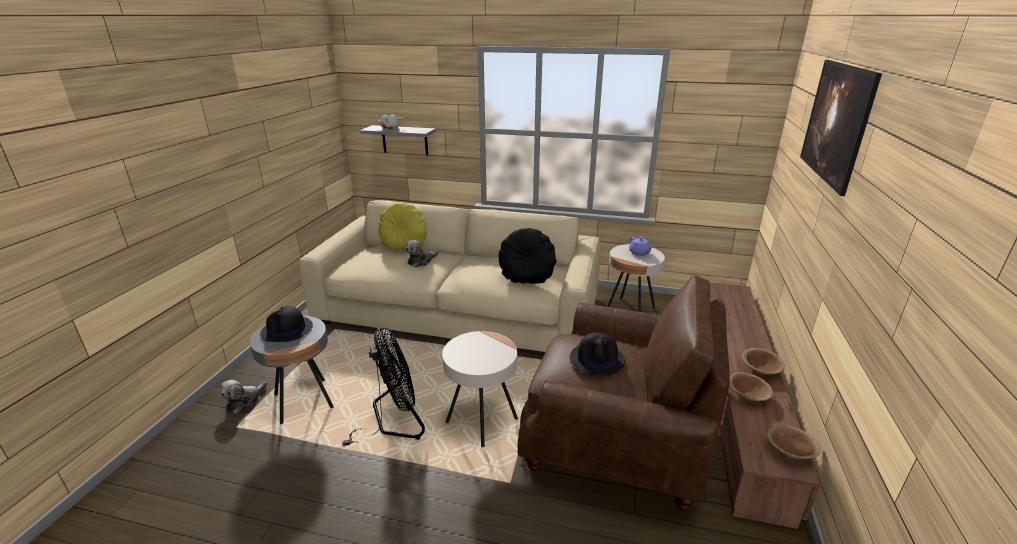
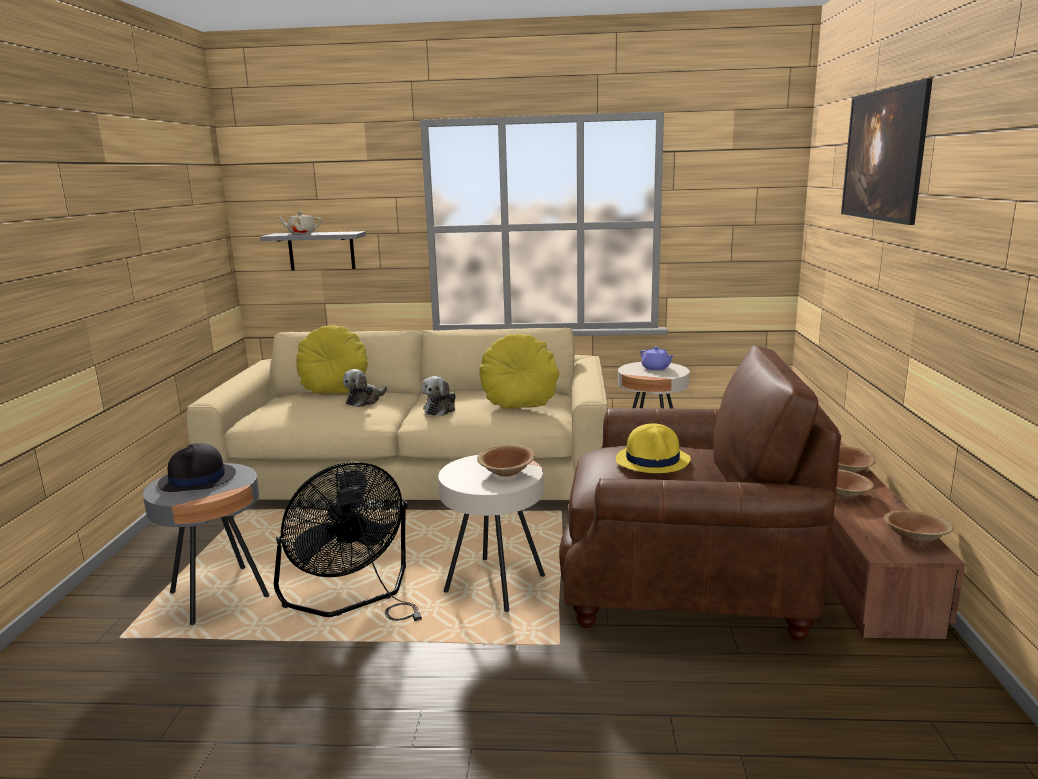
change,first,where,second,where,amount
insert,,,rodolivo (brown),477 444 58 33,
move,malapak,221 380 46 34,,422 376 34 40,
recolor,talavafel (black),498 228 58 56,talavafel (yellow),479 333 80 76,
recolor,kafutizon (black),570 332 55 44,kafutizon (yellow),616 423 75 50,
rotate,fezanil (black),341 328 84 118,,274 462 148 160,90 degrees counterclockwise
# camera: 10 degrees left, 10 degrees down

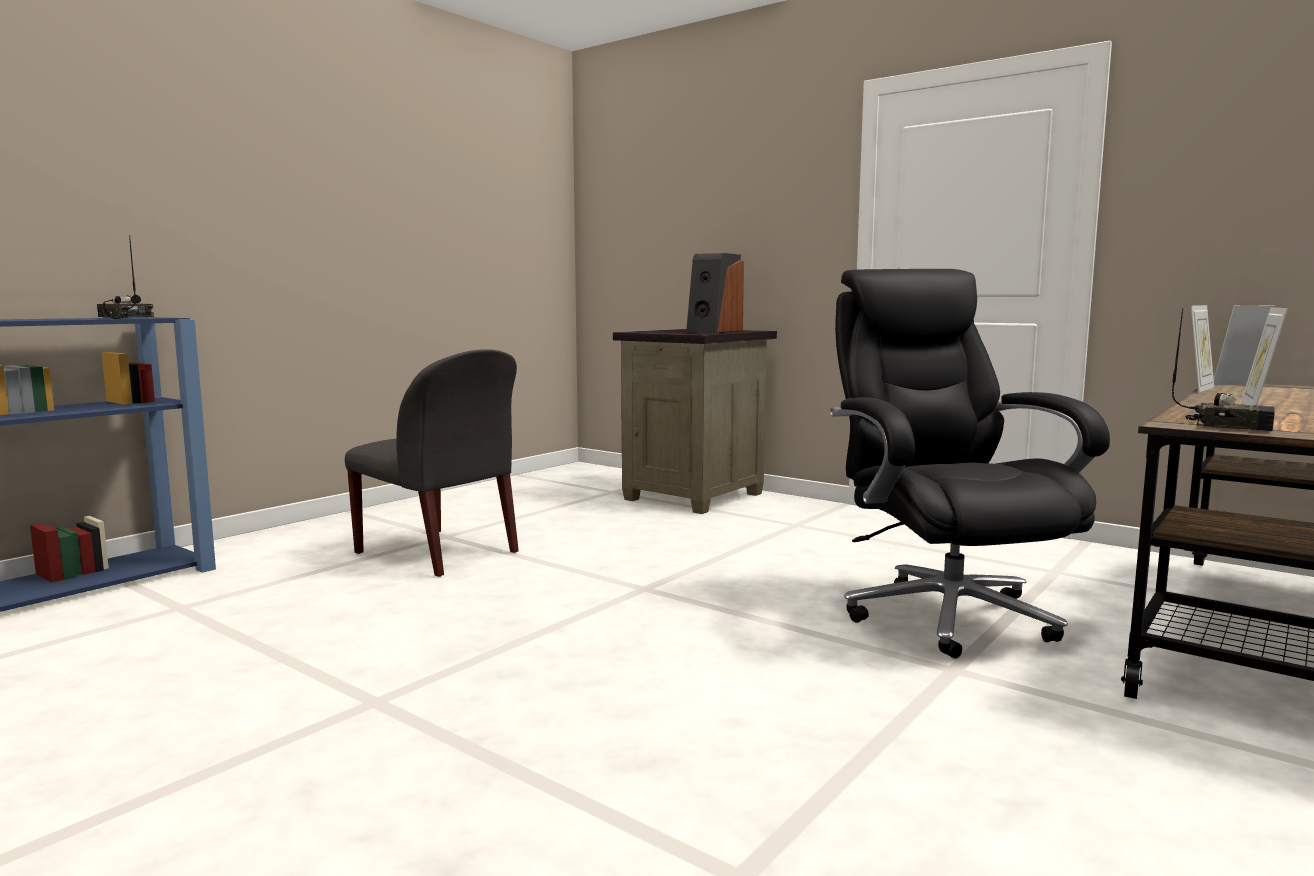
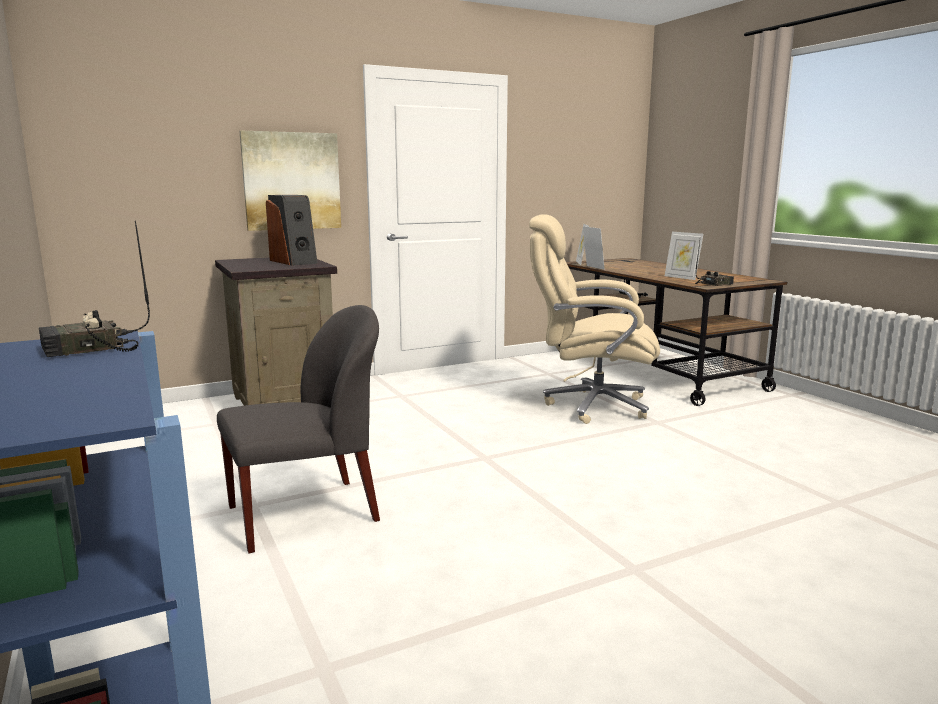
change,first,where,second,where,amount
insert,,,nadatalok,239 130 102 101,
recolor,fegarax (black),830 269 280 390,fegarax (beige),529 214 131 210,
# camera: 65 degrees left, 5 degrees up

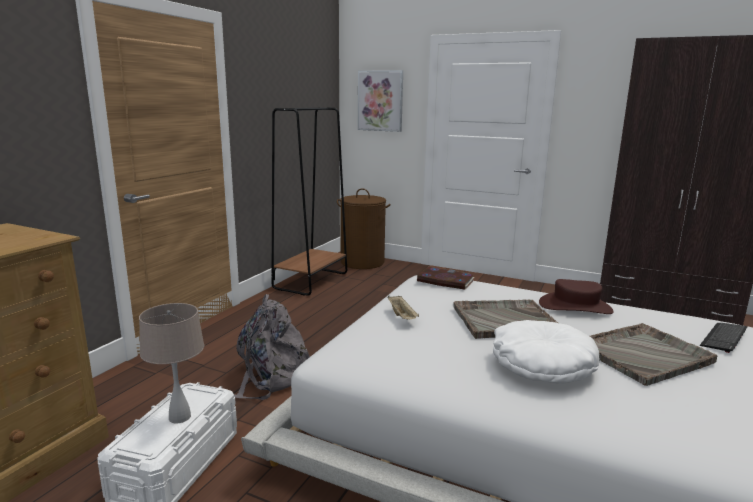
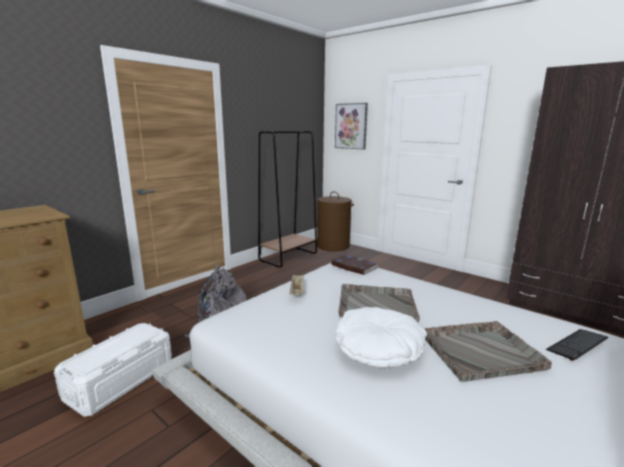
change,first,where,second,where,amount
delete,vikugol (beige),139 303 65 121,,,
delete,kafutizon (brown),539 279 75 35,,,
# camera: 15 degrees right, 0 degrees up

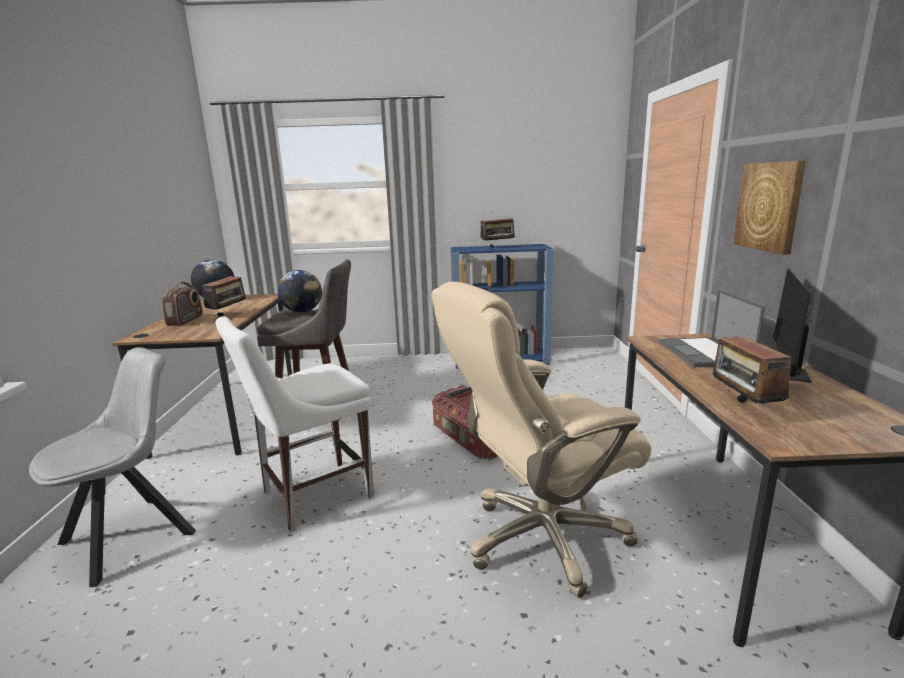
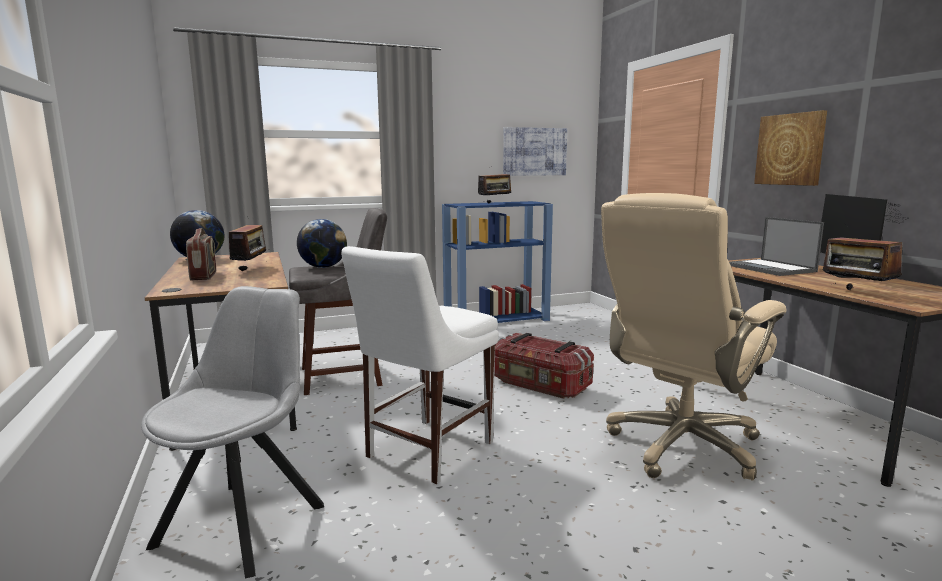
change,first,where,second,where,amount
insert,,,nadatalok,503 127 64 49,
# camera: 20 degrees left, 5 degrees down

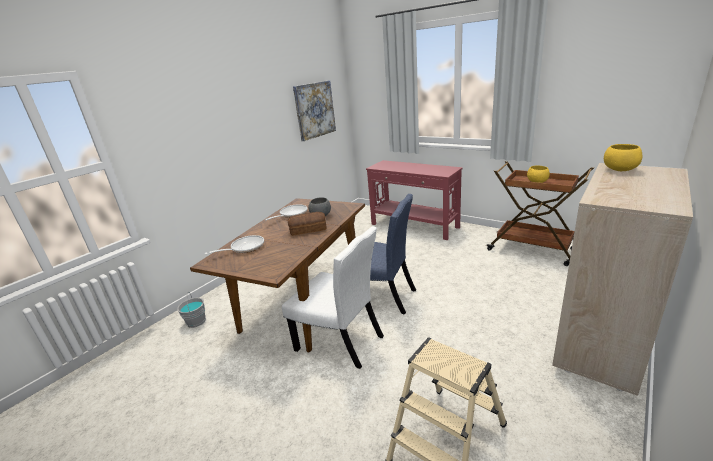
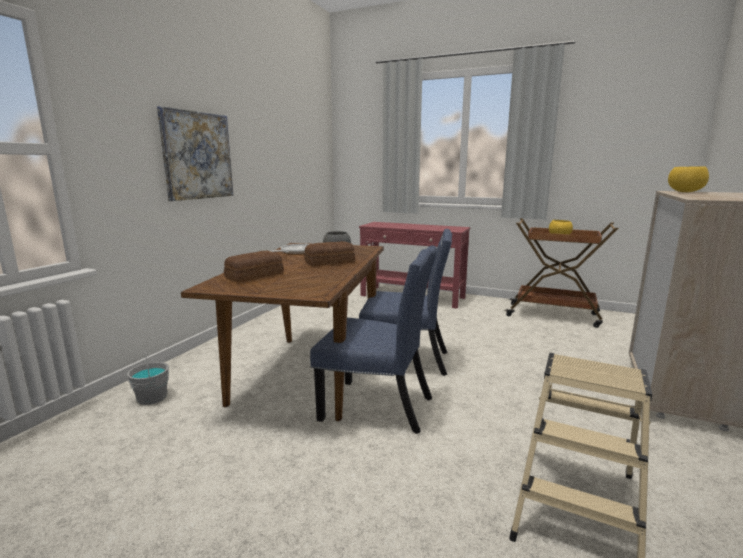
change,first,where,second,where,amount
move,nadatalok,293 80 43 61,,157 106 76 95,
replace,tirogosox,205 235 59 20,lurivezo,224 251 60 31,
recolor,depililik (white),282 226 102 143,depililik (blue),310 245 127 189,
# camera: 15 degrees left, 10 degrees down

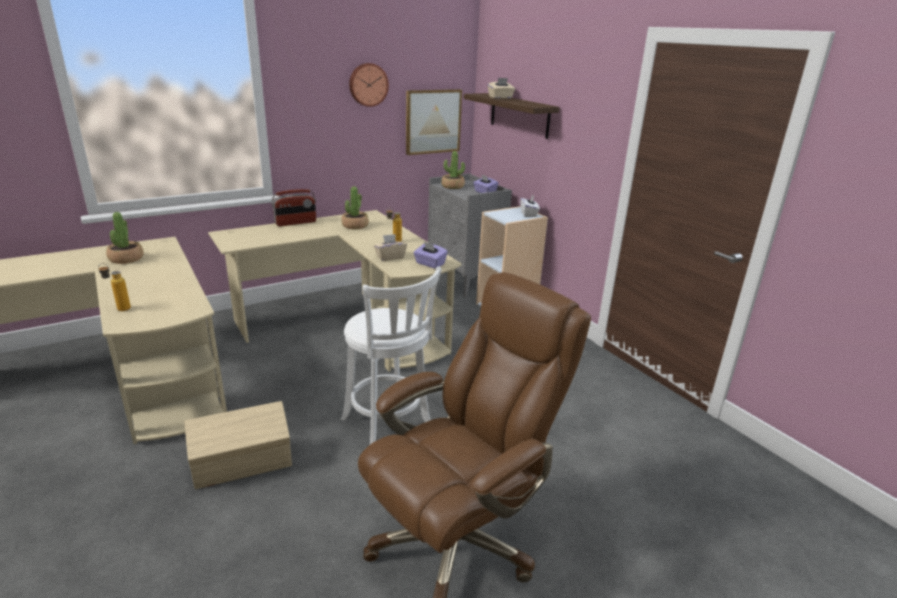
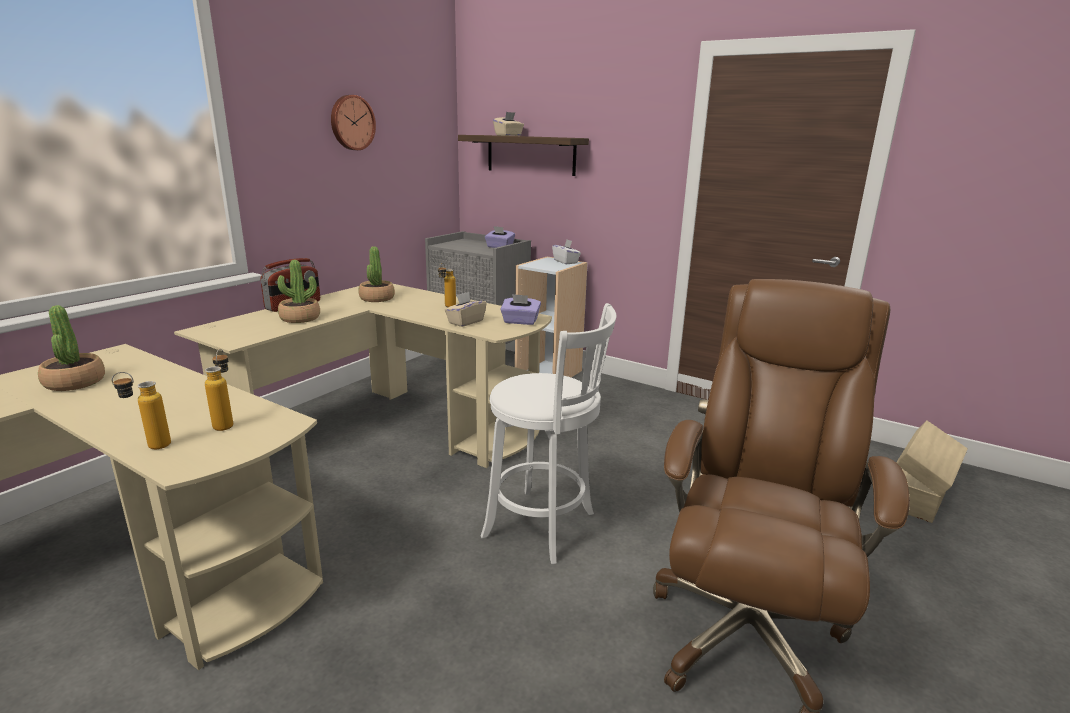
change,first,where,second,where,amount
delete,nadatalok,406 89 56 66,,,
insert,,,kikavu,205 349 28 82,
move,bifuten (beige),185 401 107 88,,896 421 72 102,
move,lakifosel,441 151 24 38,,277 260 43 63,
# camera: 25 degrees left, 5 degrees down

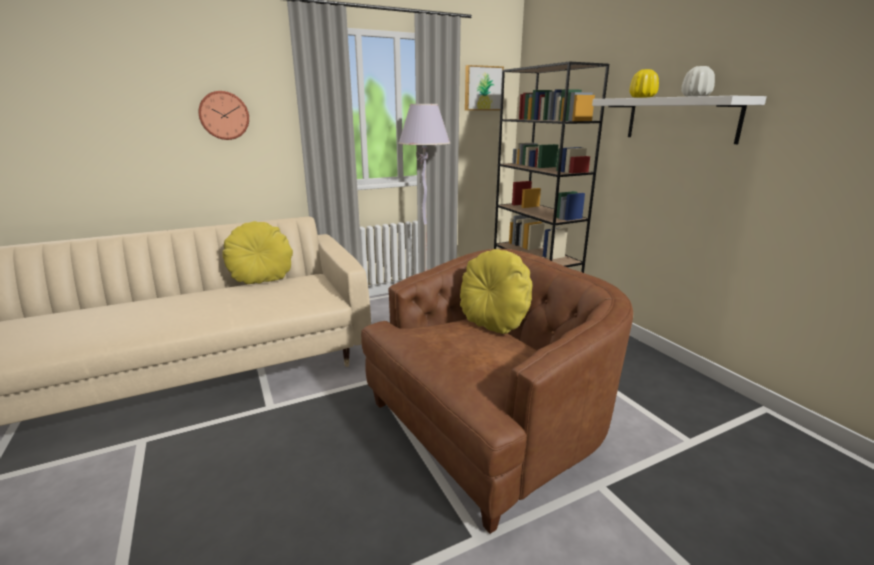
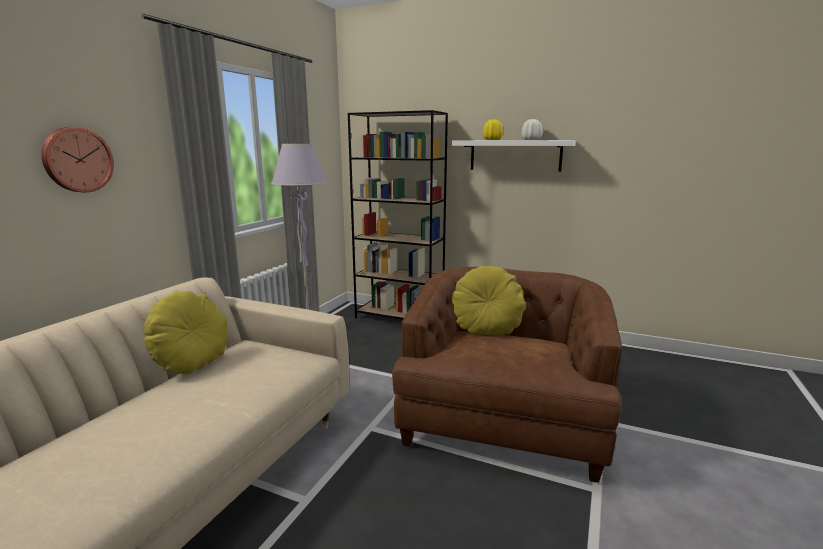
change,first,where,second,where,amount
delete,nadatalok,465 65 39 45,,,
# camera: 40 degrees left, 5 degrees down

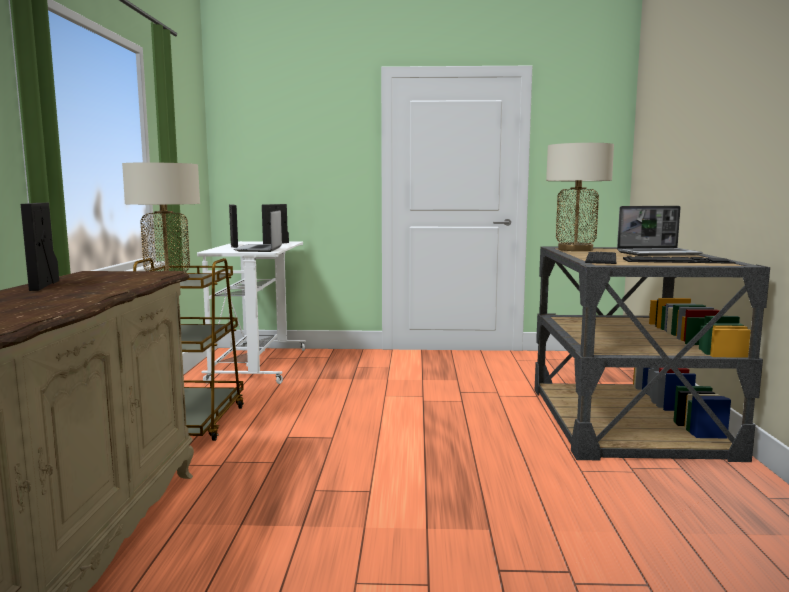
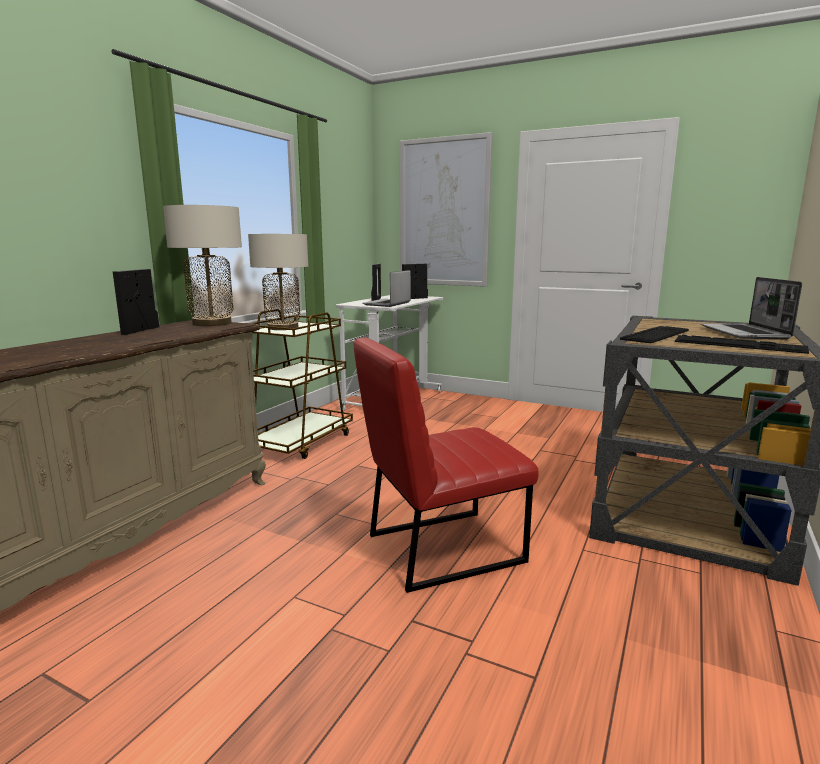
change,first,where,second,where,amount
insert,,,depililik (red),354 337 185 256,
insert,,,nadatalok,400 132 93 155,
move,vikugol,546 143 68 108,,163 205 79 121,
rotate,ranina,617 206 86 50,,701 277 101 62,75 degrees clockwise
# camera: 25 degrees right, 5 degrees up

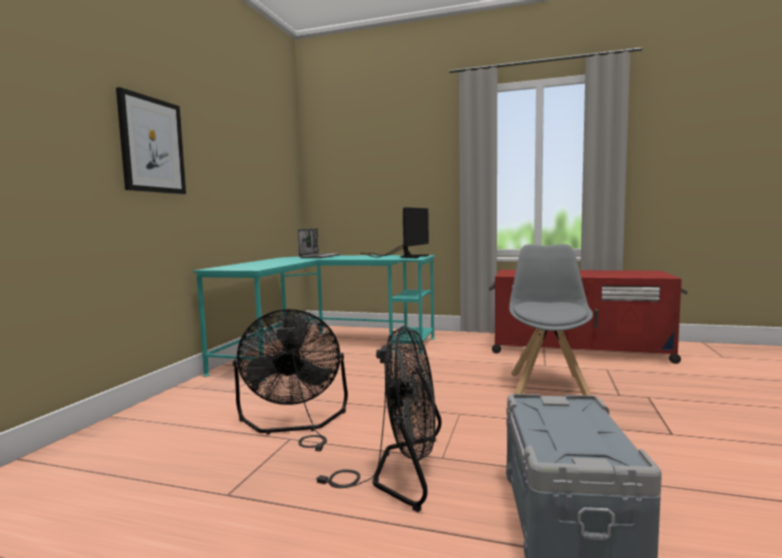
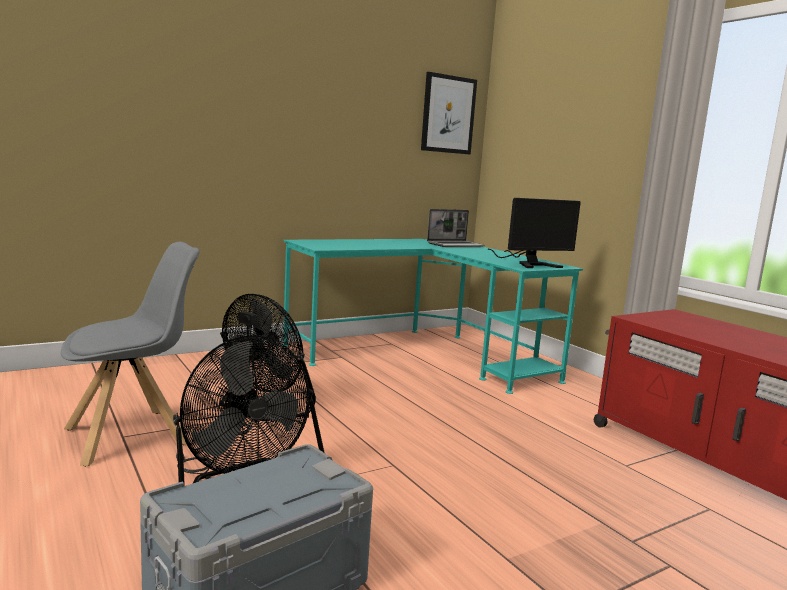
change,first,where,second,where,amount
move,nadatalok,116 87 70 107,,421 72 56 82,
move,depililik (grey),509 244 84 151,,61 242 139 224,
# camera: 40 degrees right, 5 degrees up

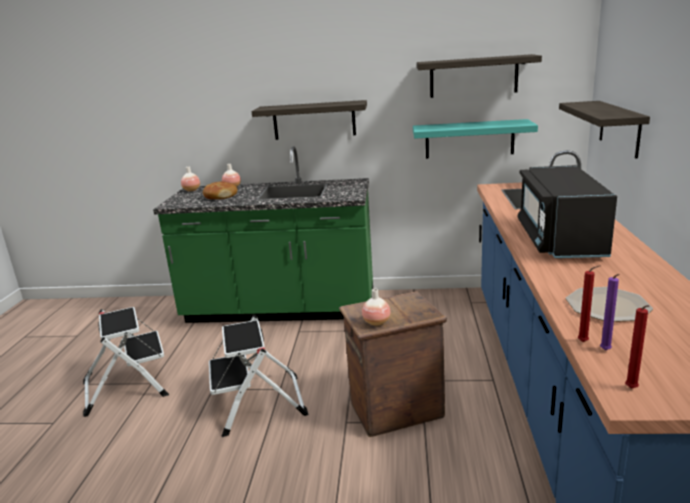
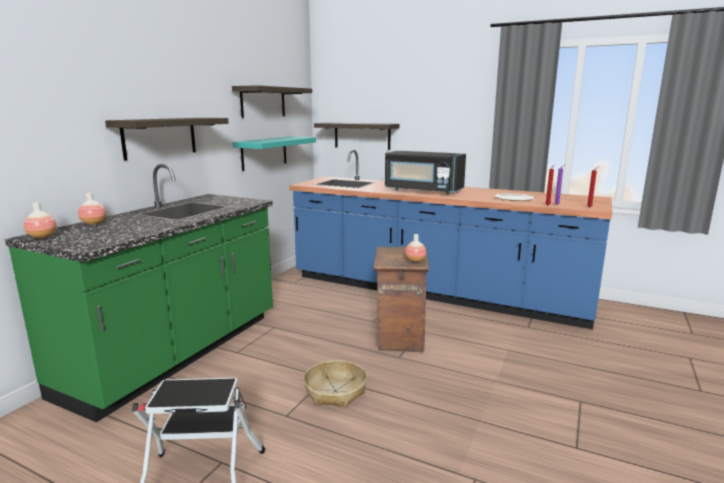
change,first,where,second,where,amount
delete,lurivezo,203 181 34 18,,,
replace,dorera,209 315 100 122,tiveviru,303 360 64 47,
# camera: 70 degrees left, 5 degrees down

